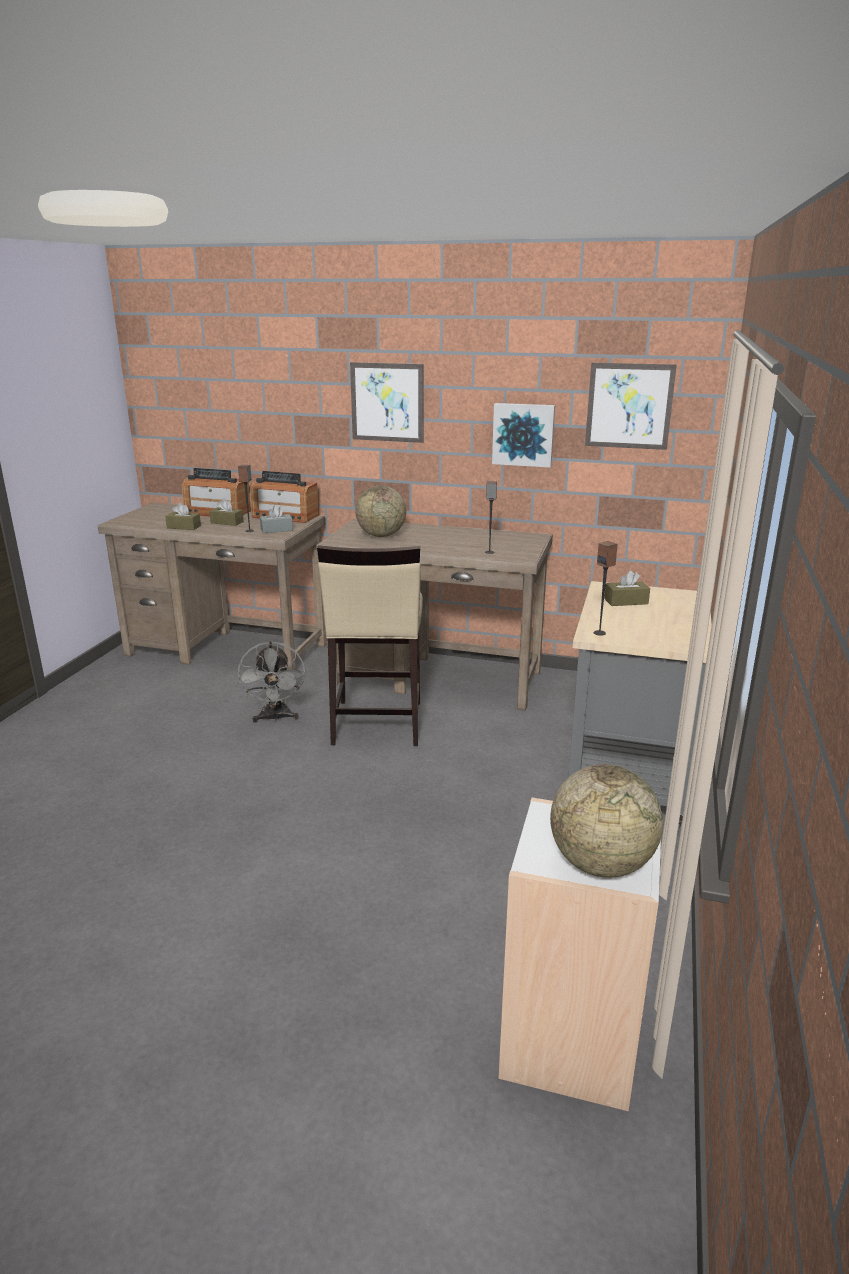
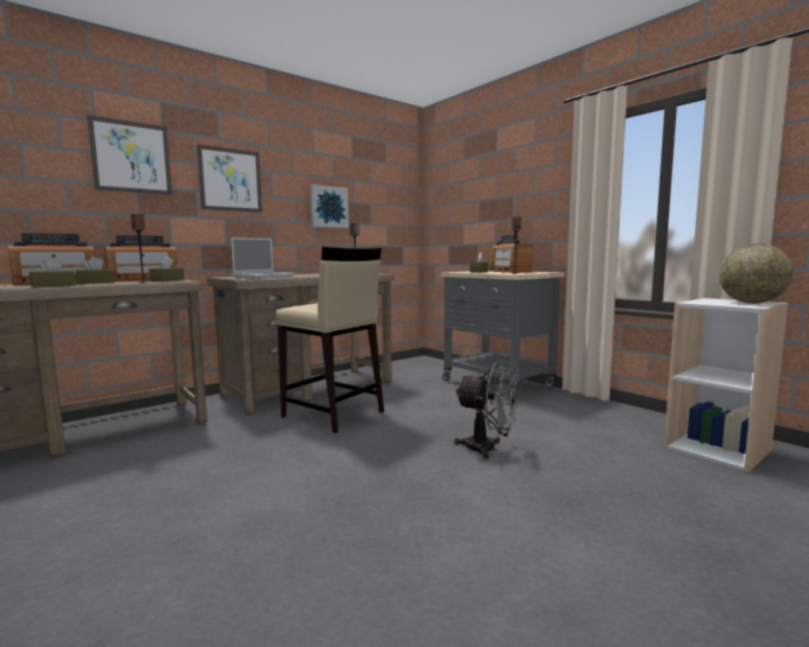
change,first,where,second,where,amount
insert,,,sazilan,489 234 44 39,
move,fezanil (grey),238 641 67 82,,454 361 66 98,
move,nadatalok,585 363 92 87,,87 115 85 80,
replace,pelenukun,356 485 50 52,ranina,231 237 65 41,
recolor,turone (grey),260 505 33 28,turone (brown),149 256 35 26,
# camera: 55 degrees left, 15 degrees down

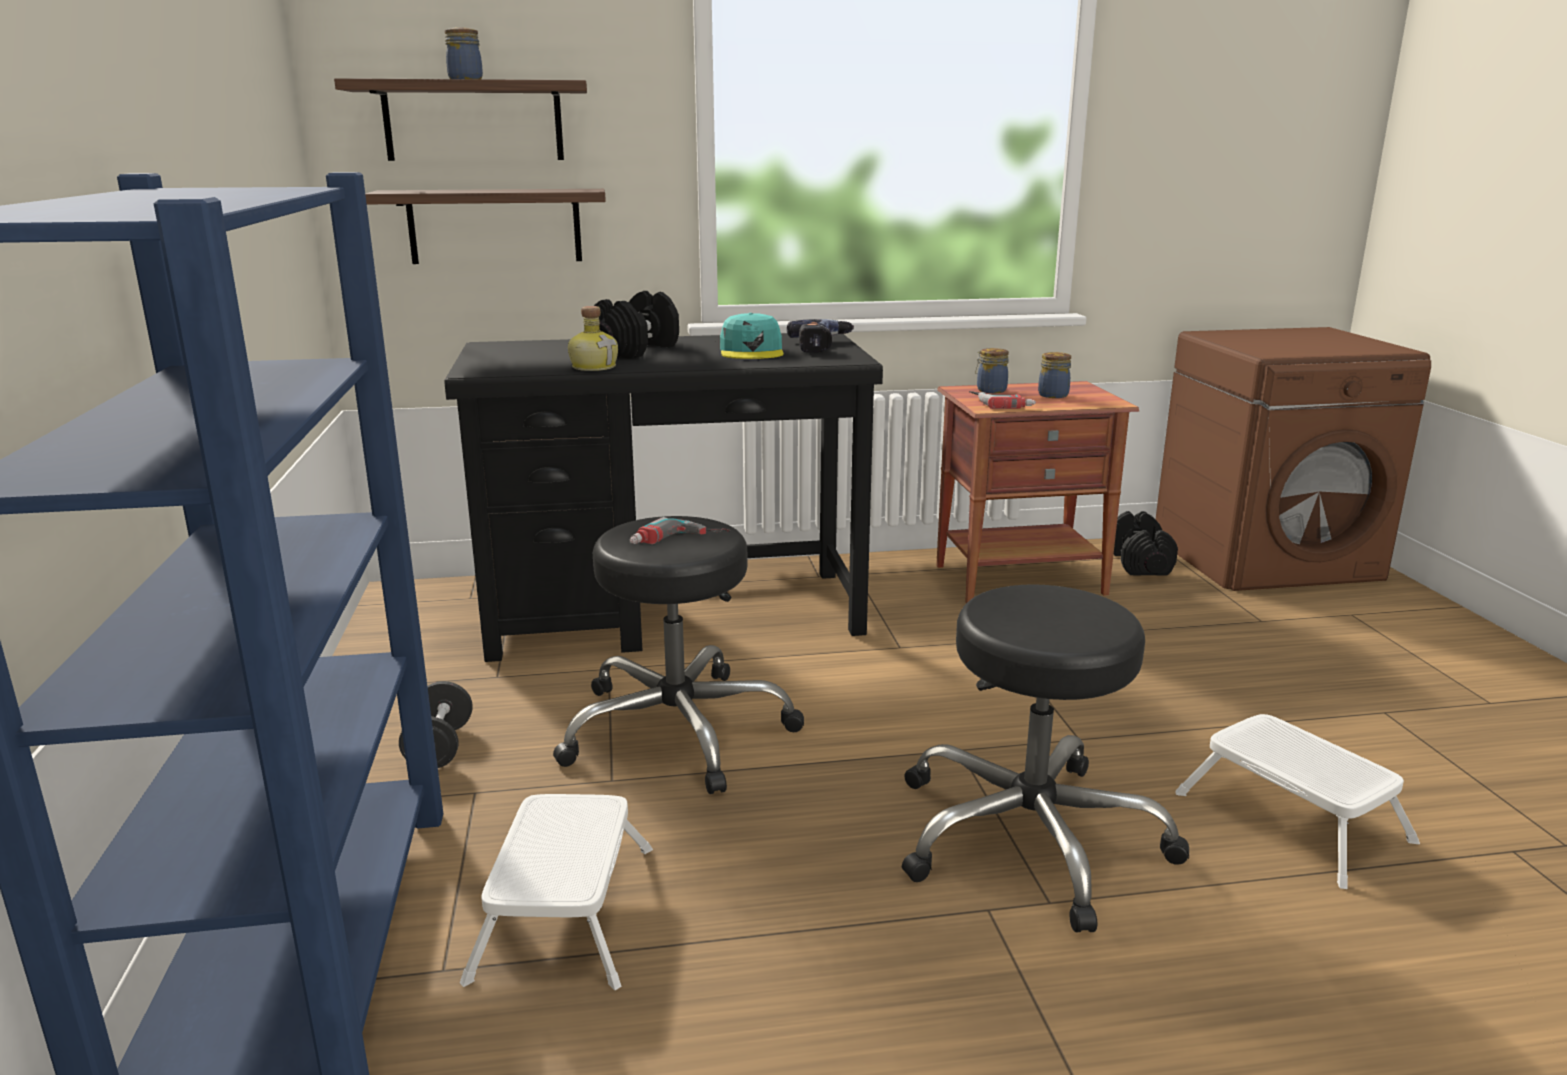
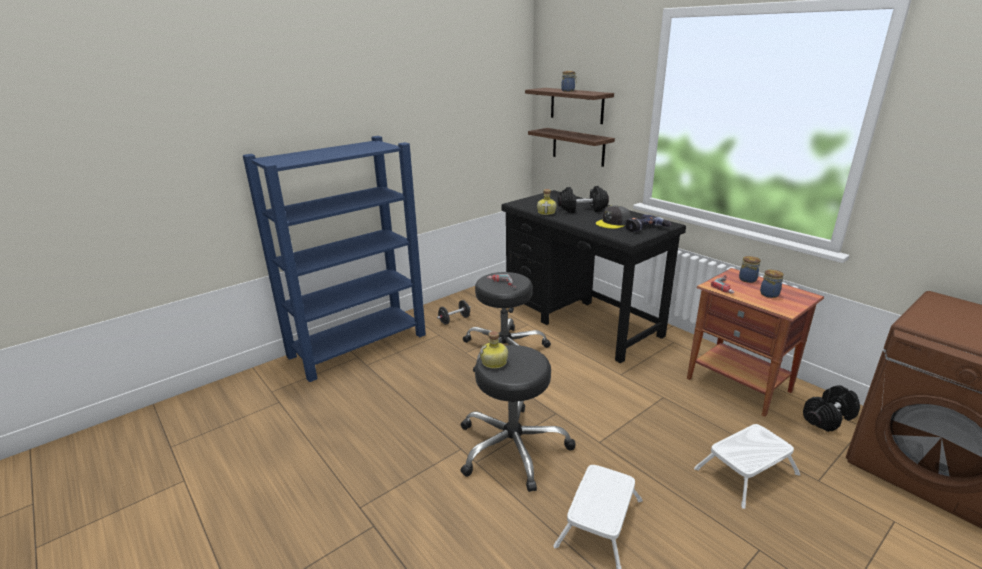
change,first,where,second,where,amount
insert,,,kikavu,480 331 28 38,
move,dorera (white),460 794 193 196,,694 424 107 85,
recolor,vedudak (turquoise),720 313 64 46,vedudak (grey),596 205 35 24,
# camera: 60 degrees right, 5 degrees up

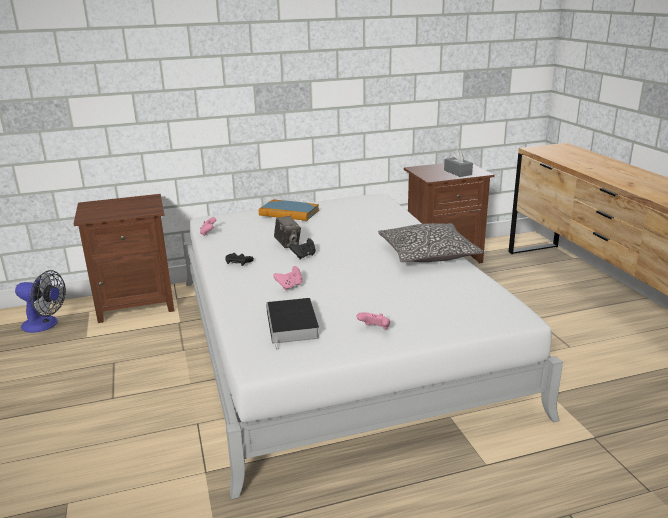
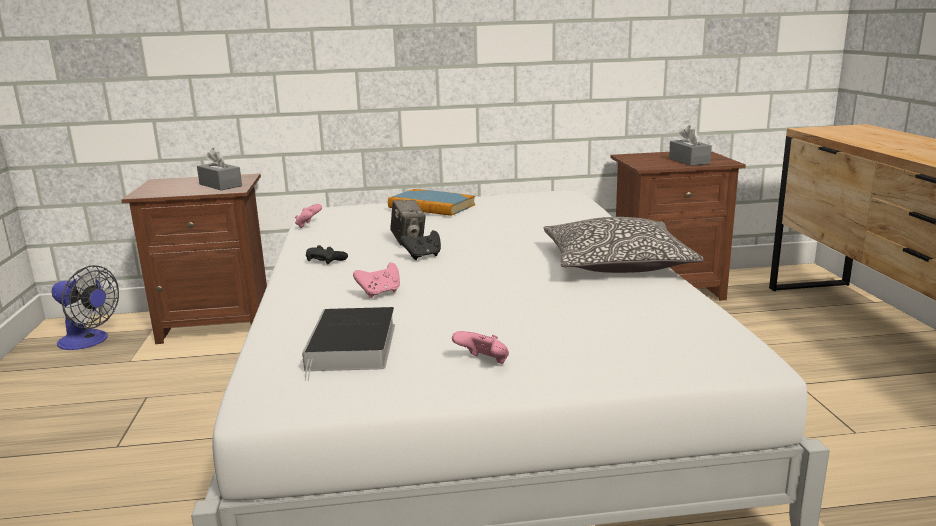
change,first,where,second,where,amount
insert,,,turone (grey),197 148 45 42,
# camera: 10 degrees right, 5 degrees down

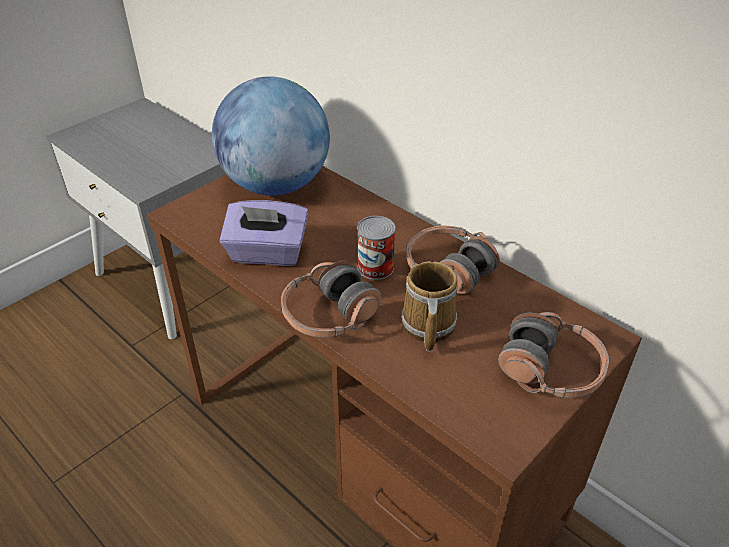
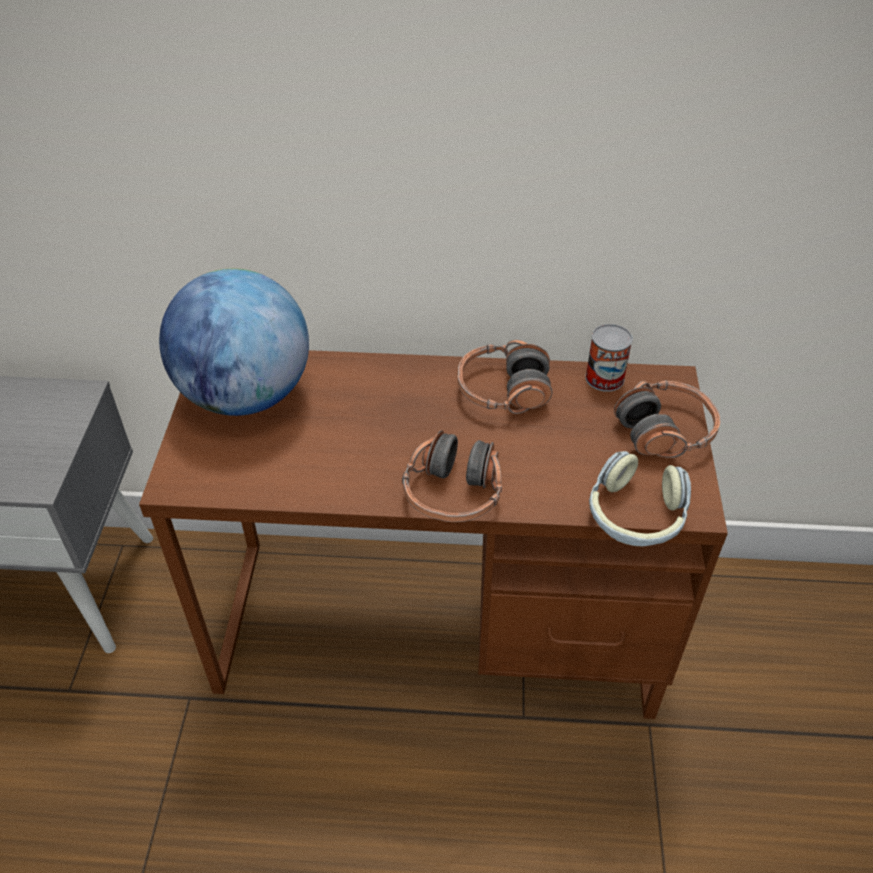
change,first,where,second,where,amount
delete,turone (purple),220 200 89 66,,,
delete,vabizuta,401 261 57 91,,,
insert,,,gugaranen,589 451 102 95,
move,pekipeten,357 216 39 64,,585 324 48 68,
# camera: 40 degrees left, 5 degrees up

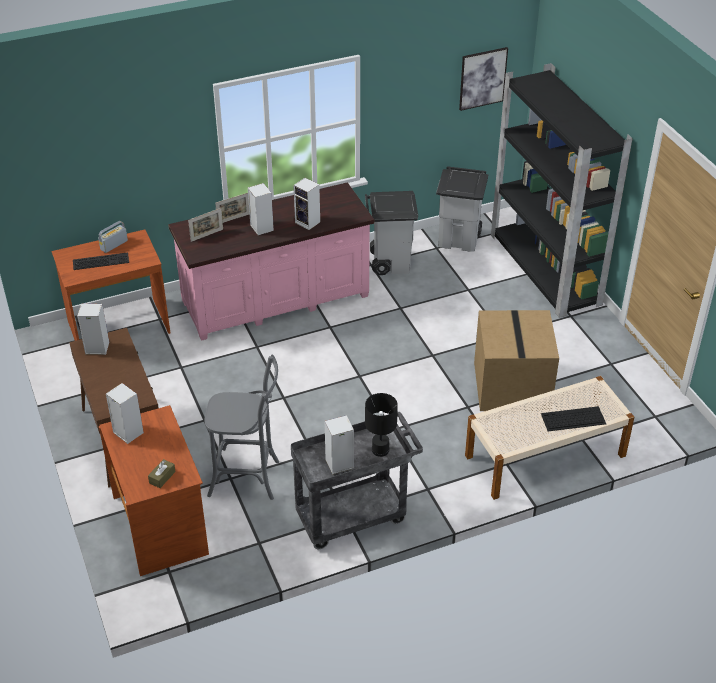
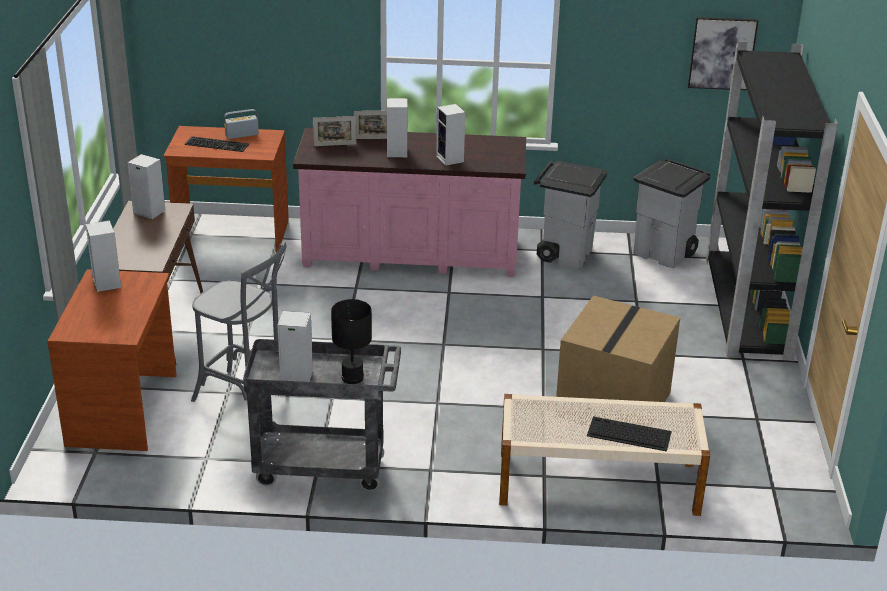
change,first,where,second,where,amount
delete,turone (brown),148 459 28 29,,,
# camera: 25 degrees right, 10 degrees down

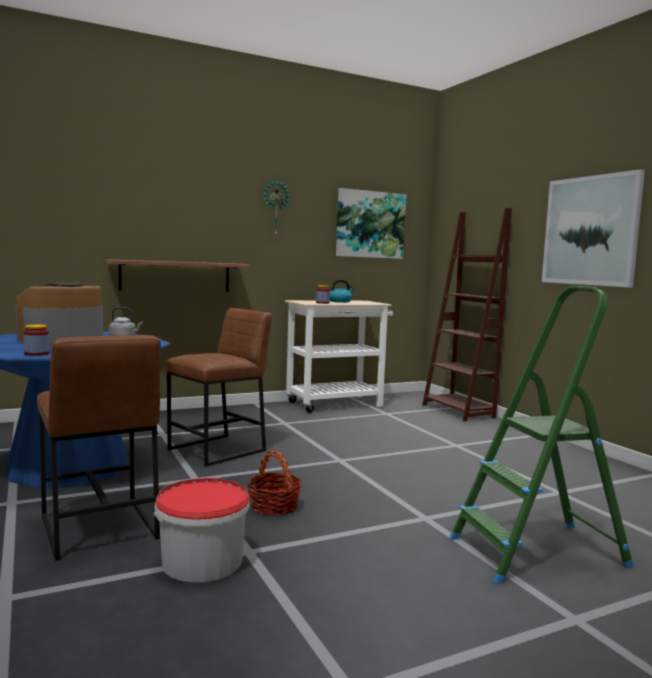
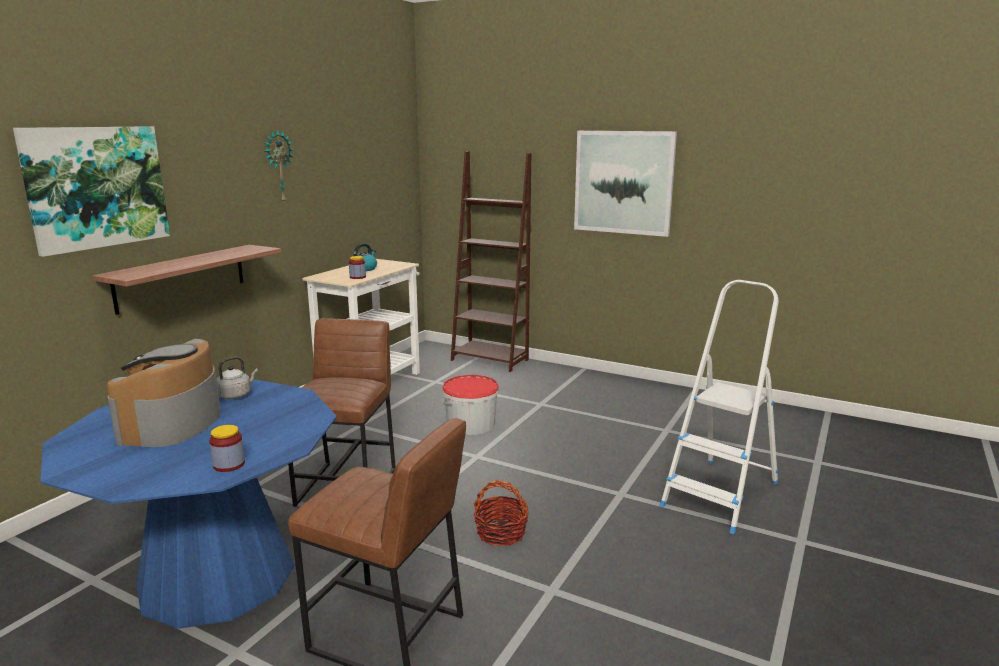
change,first,where,second,where,amount
move,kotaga,154 478 96 104,,442 375 57 60,
move,nadatalok,336 188 70 71,,13 126 157 131,
recolor,dorera (green),449 286 185 298,dorera (white),660 280 118 254,
# camera: 35 degrees left, 10 degrees up

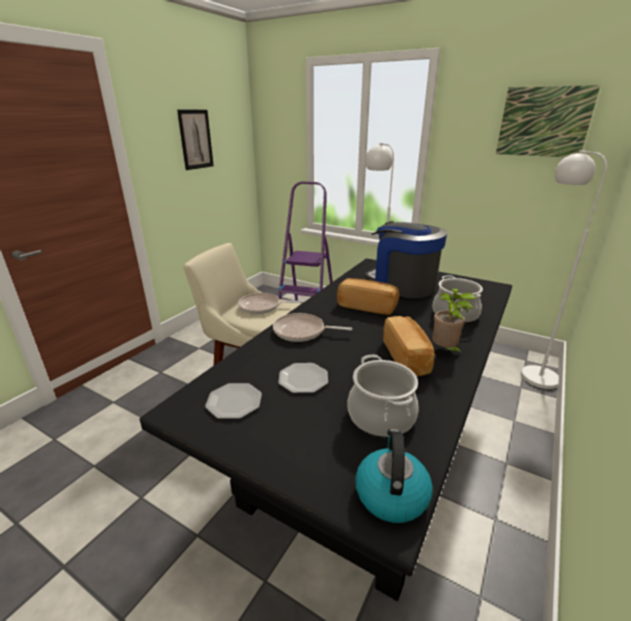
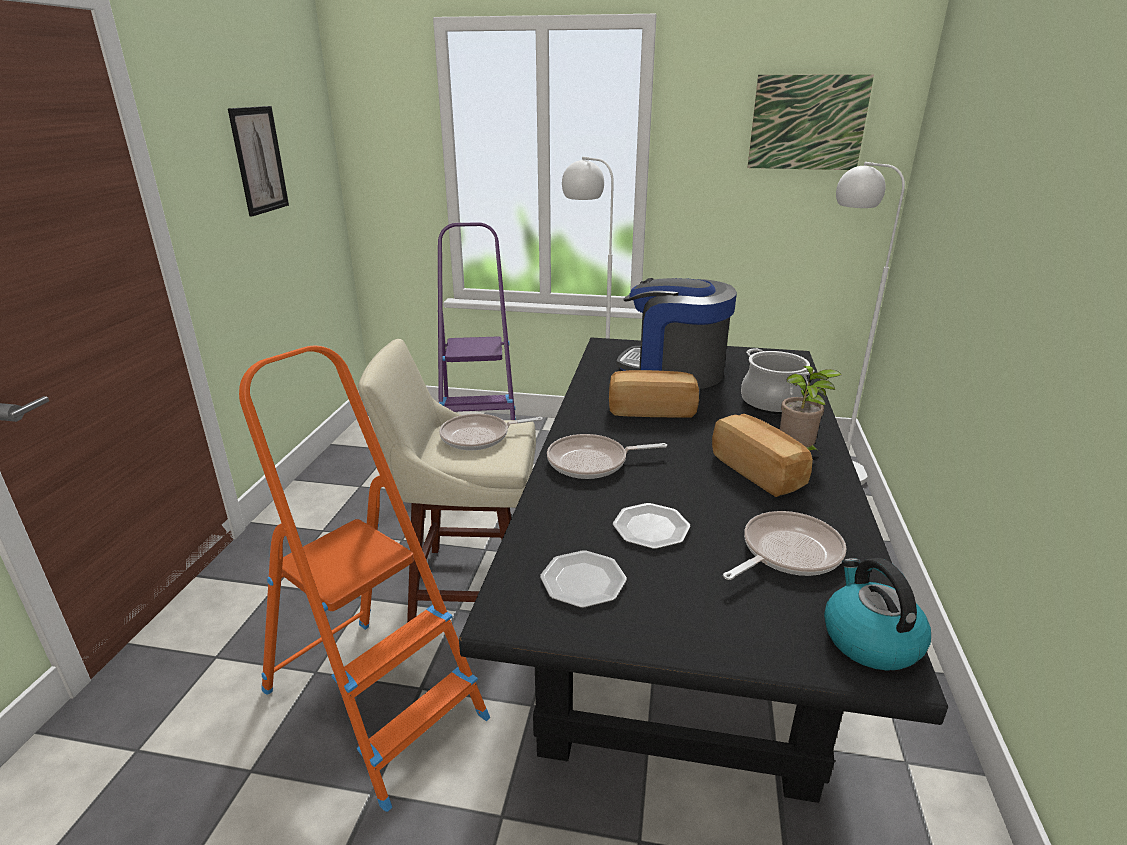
change,first,where,second,where,amount
insert,,,dorera (orange),239 346 251 466,
replace,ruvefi,348 355 71 82,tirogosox,723 511 124 69,
# camera: 20 degrees left, 0 degrees up

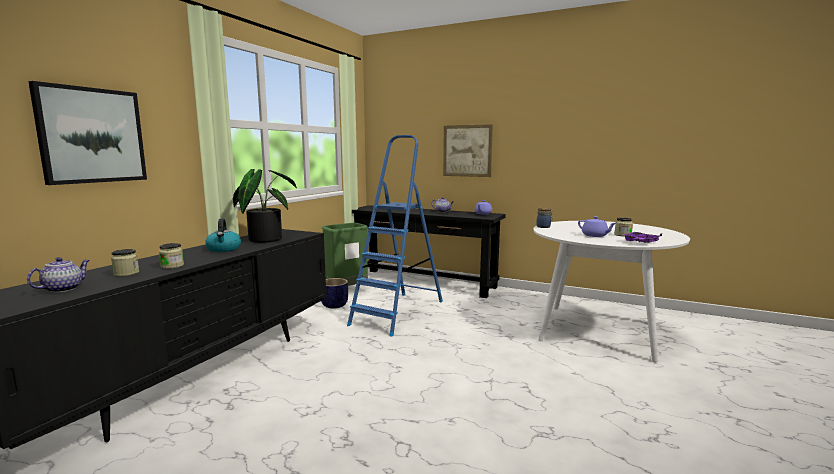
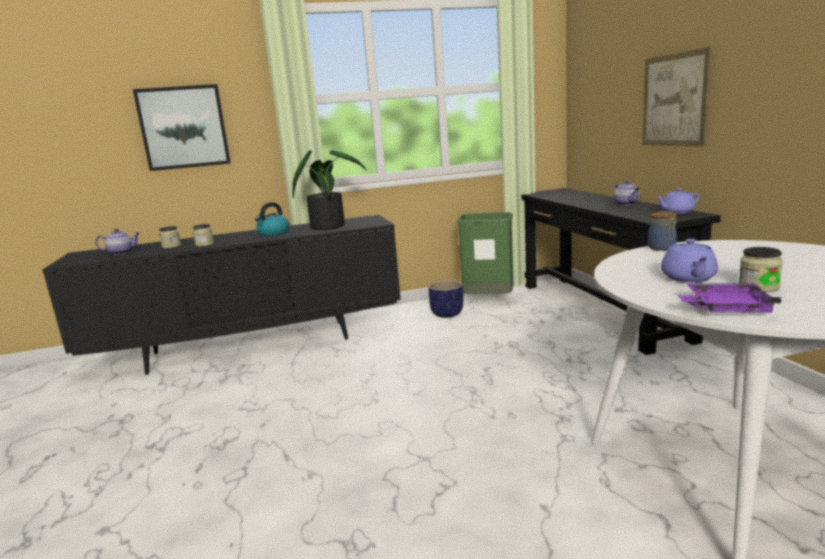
change,first,where,second,where,amount
delete,dorera (blue),347 135 96 202,,,
# camera: 50 degrees right, 5 degrees up

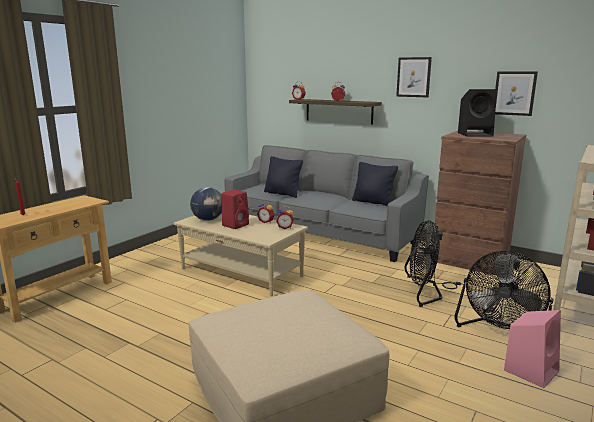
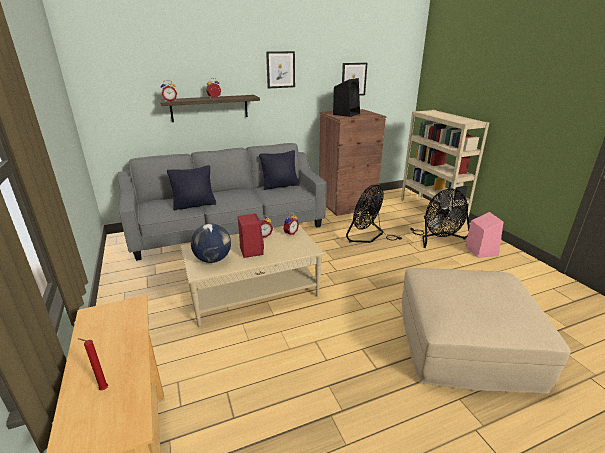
change,first,where,second,where,amount
rotate,fezanil (black),405 220 57 87,,346 185 56 58,90 degrees clockwise
# camera: 55 degrees left, 10 degrees up

